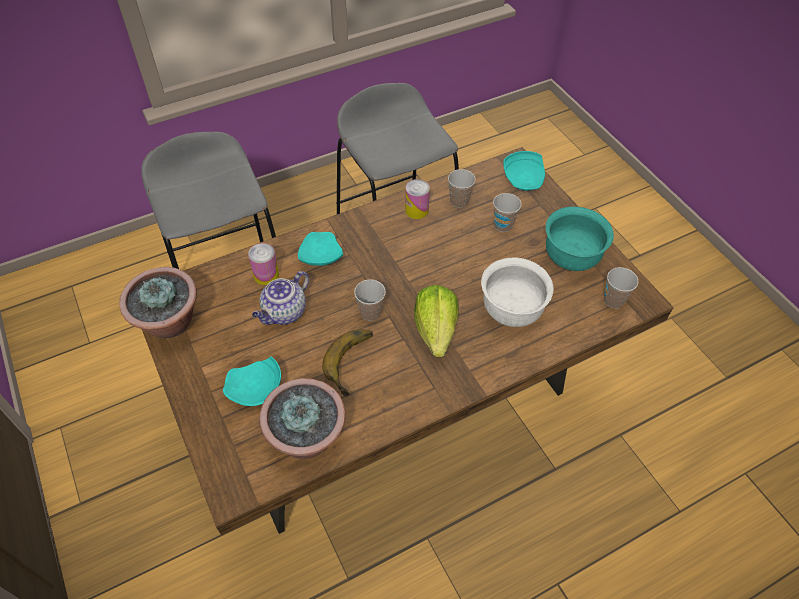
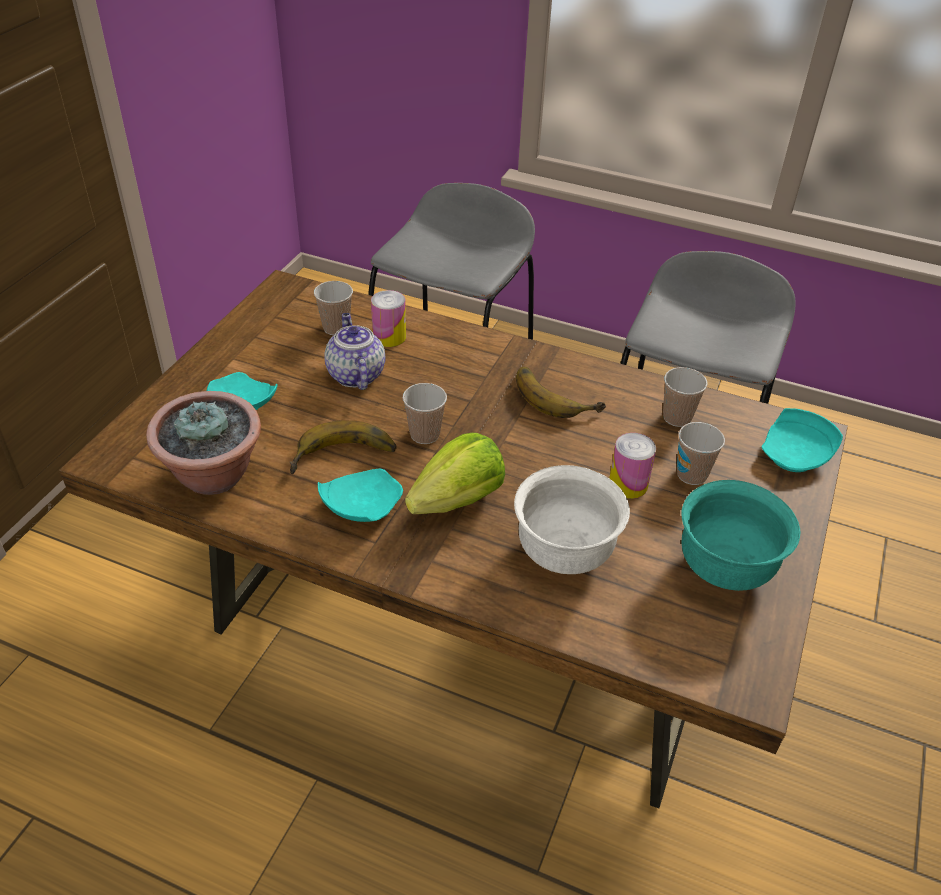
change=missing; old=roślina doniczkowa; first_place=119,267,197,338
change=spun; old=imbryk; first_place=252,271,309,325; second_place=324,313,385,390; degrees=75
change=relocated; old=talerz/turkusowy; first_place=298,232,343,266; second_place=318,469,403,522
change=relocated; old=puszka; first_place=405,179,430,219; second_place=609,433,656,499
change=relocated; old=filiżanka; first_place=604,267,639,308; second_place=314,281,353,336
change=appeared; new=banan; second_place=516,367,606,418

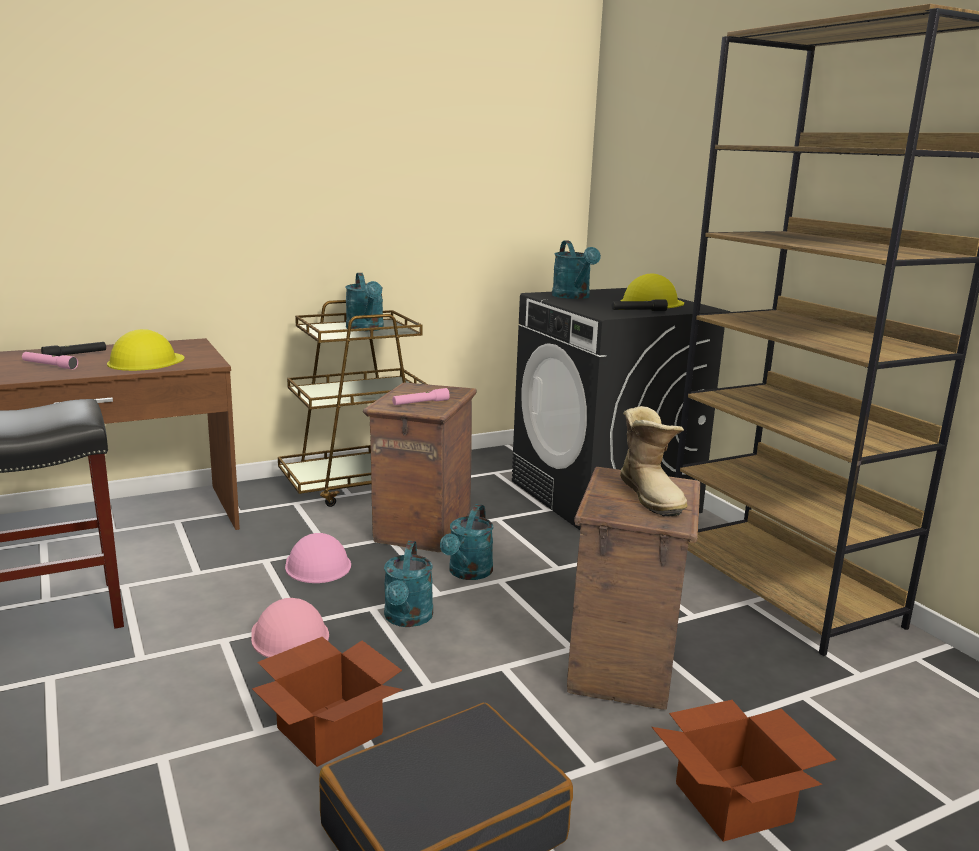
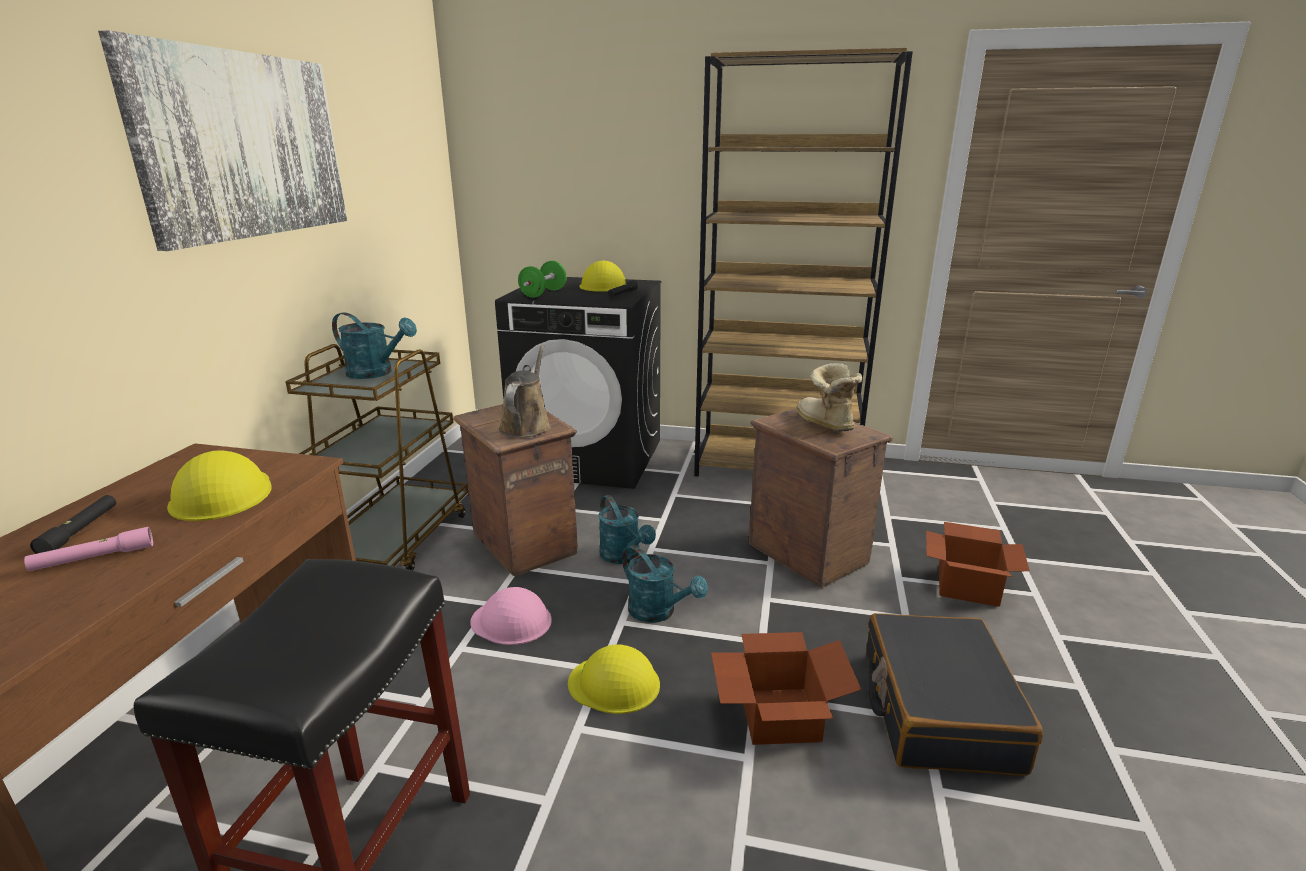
change=colour; old=kask/różowy; new=kask/żółty; first_place=251,598,329,658; second_place=568,644,660,714
change=exchanged; old=latarka/różowy; new=konewka/brązowy; first_place=392,388,450,405; second_place=499,345,551,438
change=exchanged; old=konewka/turkusowy; new=hantel/zielony; first_place=552,241,601,299; second_place=518,261,567,298
change=spun; old=but z cholewką; first_place=620,406,688,517; second_place=797,363,862,431; degrees=-135
change=appeared; new=obraz; second_place=98,30,347,251

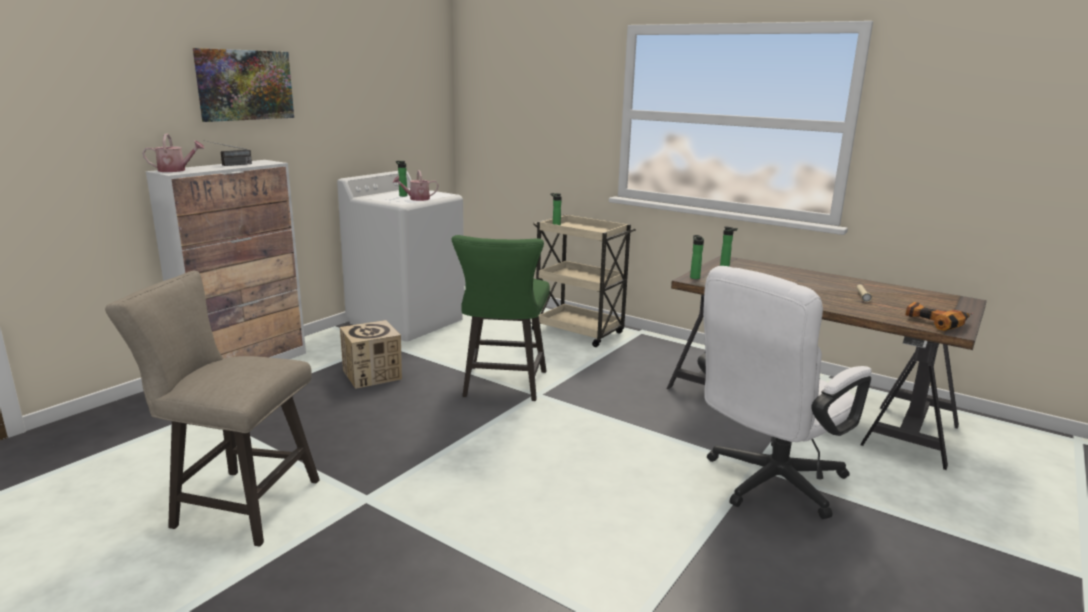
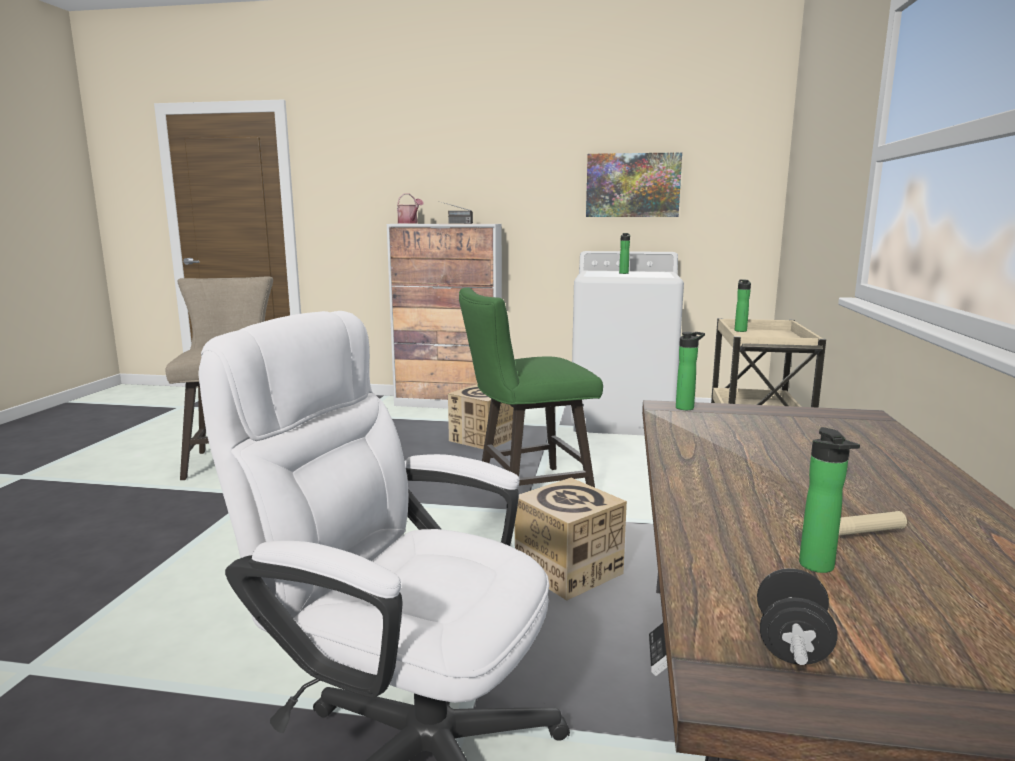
change=relocated; old=obraz; first_place=193,48,294,122; second_place=586,152,682,217
change=missing; old=konewka; first_place=393,170,439,201
change=relocated; old=butelka; first_place=720,227,738,267; second_place=799,427,860,573
change=exchanged; old=wiertarka; new=hantel/czarny; first_place=906,302,973,331; second_place=757,568,838,665
change=appeared; new=karton; second_place=514,478,627,601

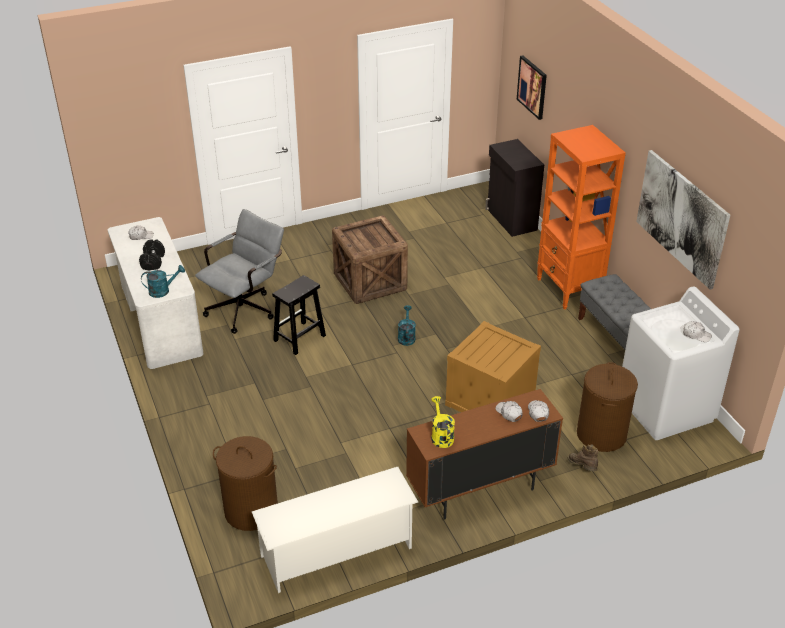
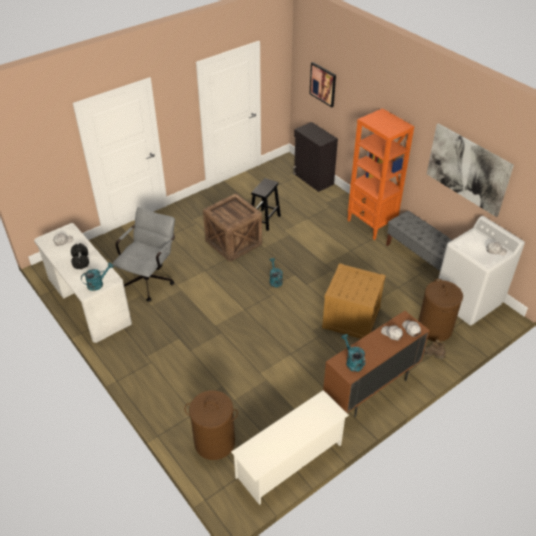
change=relocated; old=stołek/czarny; first_place=272,275,326,355; second_place=251,178,281,231
change=colour; old=konewka/żółty; new=konewka/turkusowy; first_place=431,396,455,448; second_place=341,334,365,372

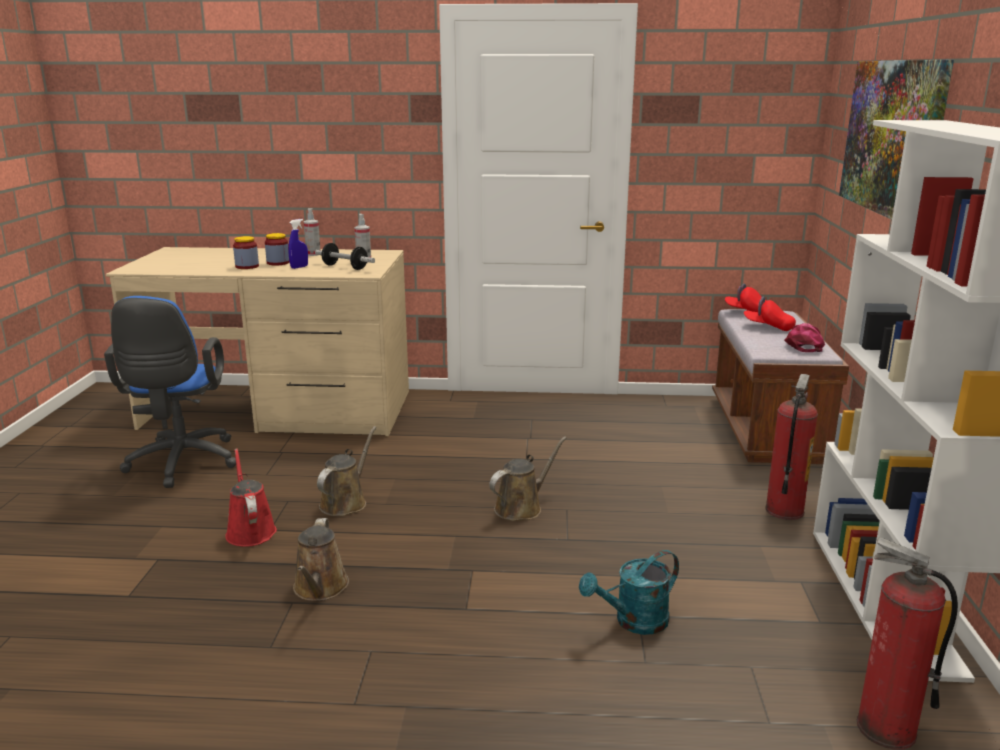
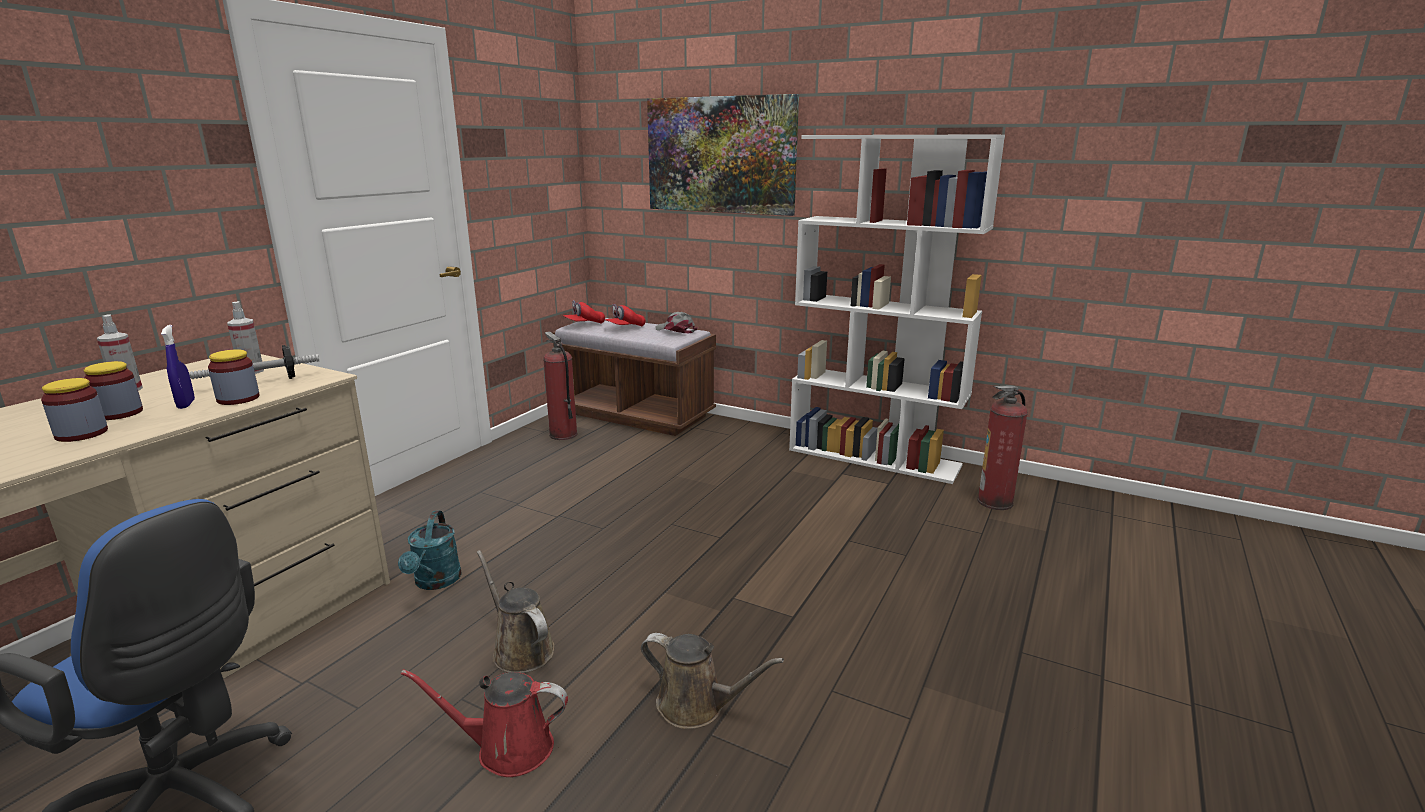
change=missing; old=konewka/brązowy; first_place=489,436,567,521
change=relocated; old=konewka/turkusowy; first_place=579,550,679,635; second_place=398,511,462,590
change=relocated; old=gaśnica; first_place=765,374,818,520; second_place=543,332,578,440
change=colour; old=czapka z daszkiem/różowy; new=czapka z daszkiem/szary; first_place=784,323,825,352; second_place=655,312,697,334
change=appeared; new=słoik; second_place=208,349,260,405

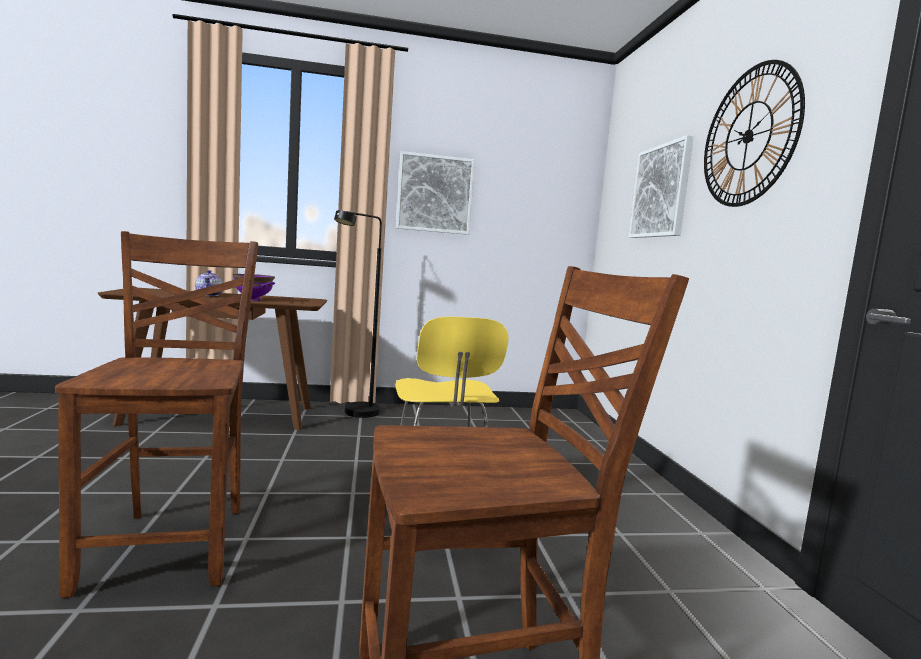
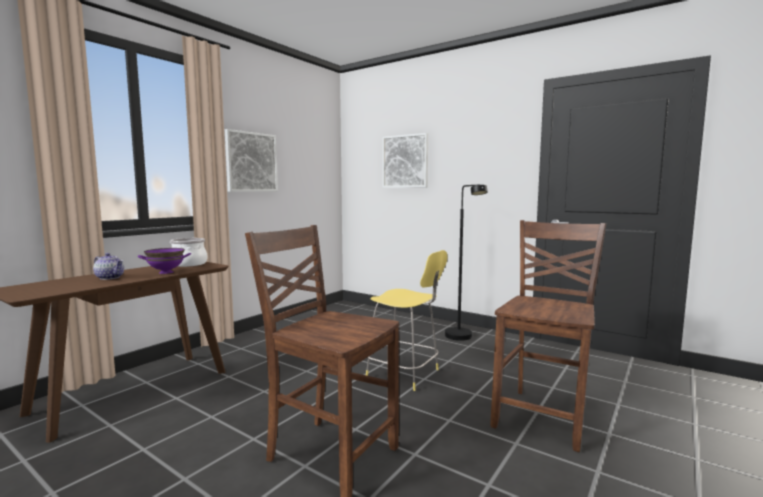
change=relocated; old=lampa stojąca/czarny; first_place=334,210,382,418; second_place=445,185,487,341
change=missing; old=zegar ścienny; first_place=704,60,805,207
change=appeared; new=garnek; second_place=170,238,208,267

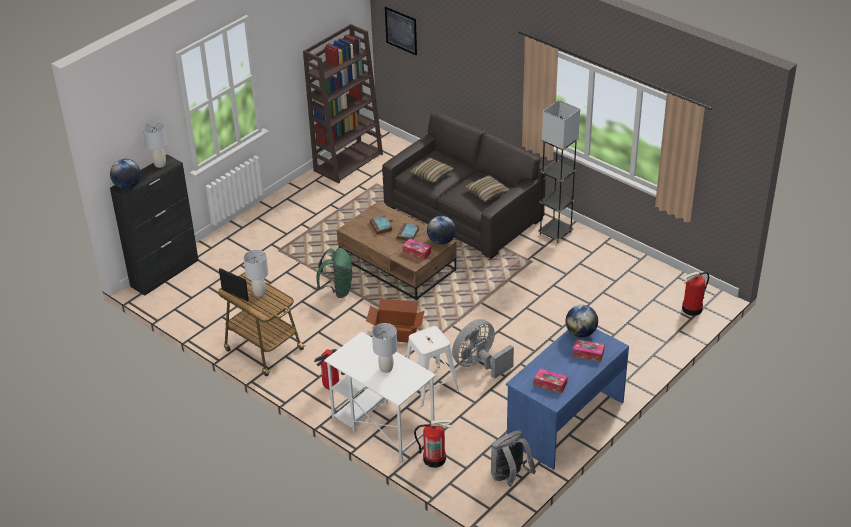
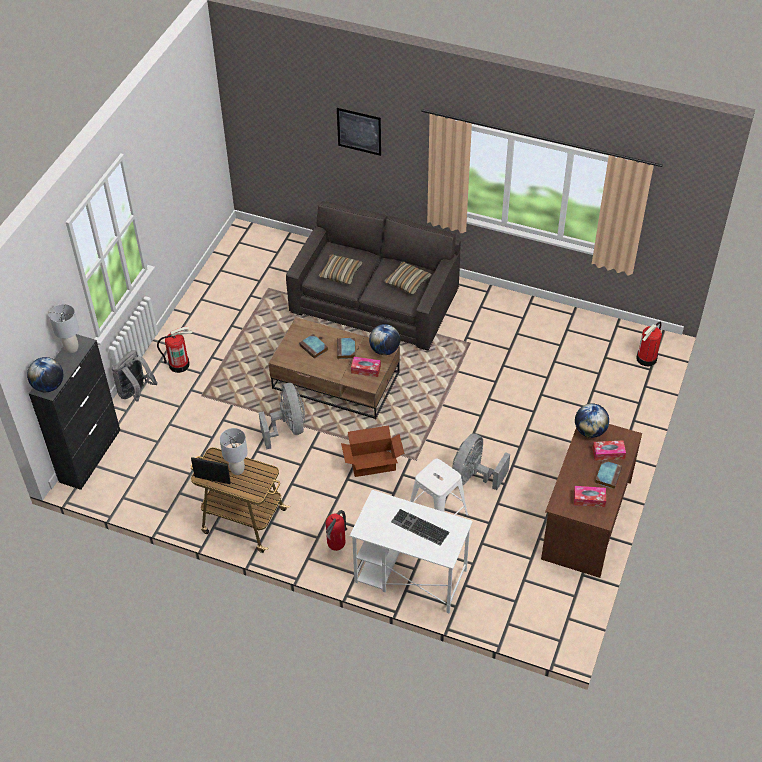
change=missing; old=regał/brązowy; first_place=303,24,383,184
change=exchanged; old=plecak/zielony; new=wentylator/szary; first_place=316,248,352,298; second_place=259,383,305,449
change=exchanged; old=lampa stołowa/szary; new=klawiatura; first_place=372,323,397,373; second_place=391,509,450,546
change=relocated; old=obraz; first_place=385,7,417,55; second_place=337,108,381,156
change=relocated; old=gaśnica; first_place=414,419,454,468; second_place=157,326,192,373
change=relocated; old=plecak/szary; first_place=491,430,536,487; second_place=112,350,158,402
change=colour; old=biurko/niebieski; new=biurko/brązowy; first_place=506,329,629,470; second_place=541,424,642,578
change=missing; old=lampa stojąca/szary; first_place=538,100,580,243
change=appeared; new=książka; second_place=595,460,622,489

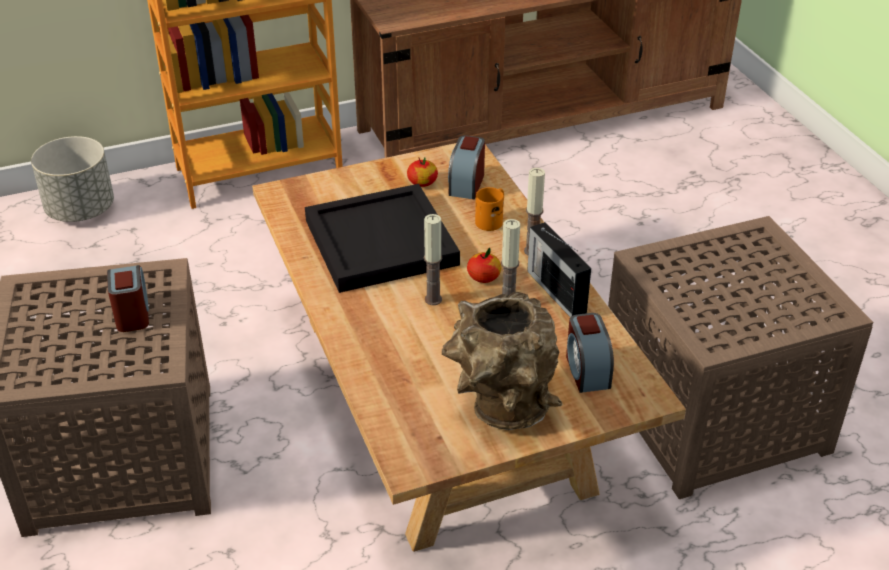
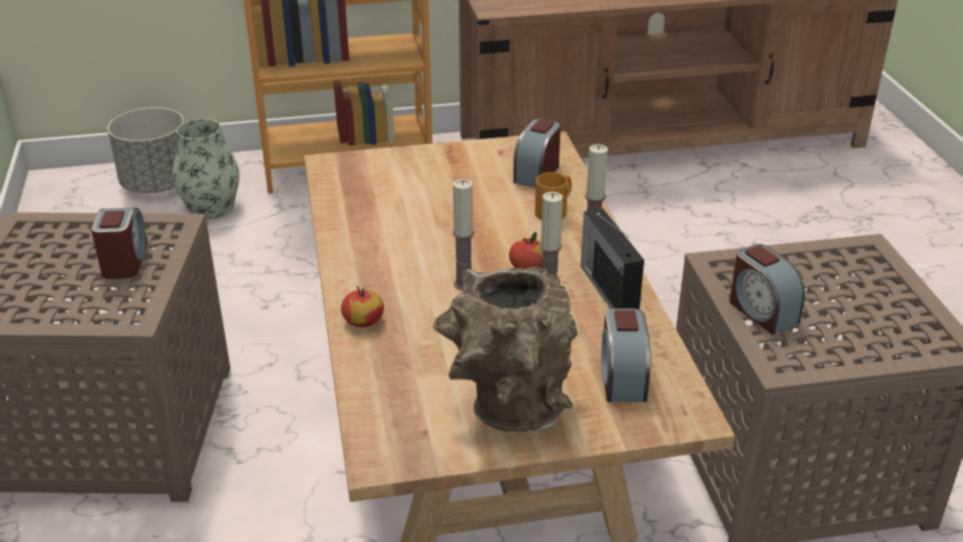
change=missing; old=taca/czarny; first_place=305,184,460,293
change=relocated; old=jabłko; first_place=407,158,438,187; second_place=341,286,384,327
change=appeared; new=wazon; second_place=172,119,240,219
change=appeared; new=budzik; second_place=730,244,805,335

